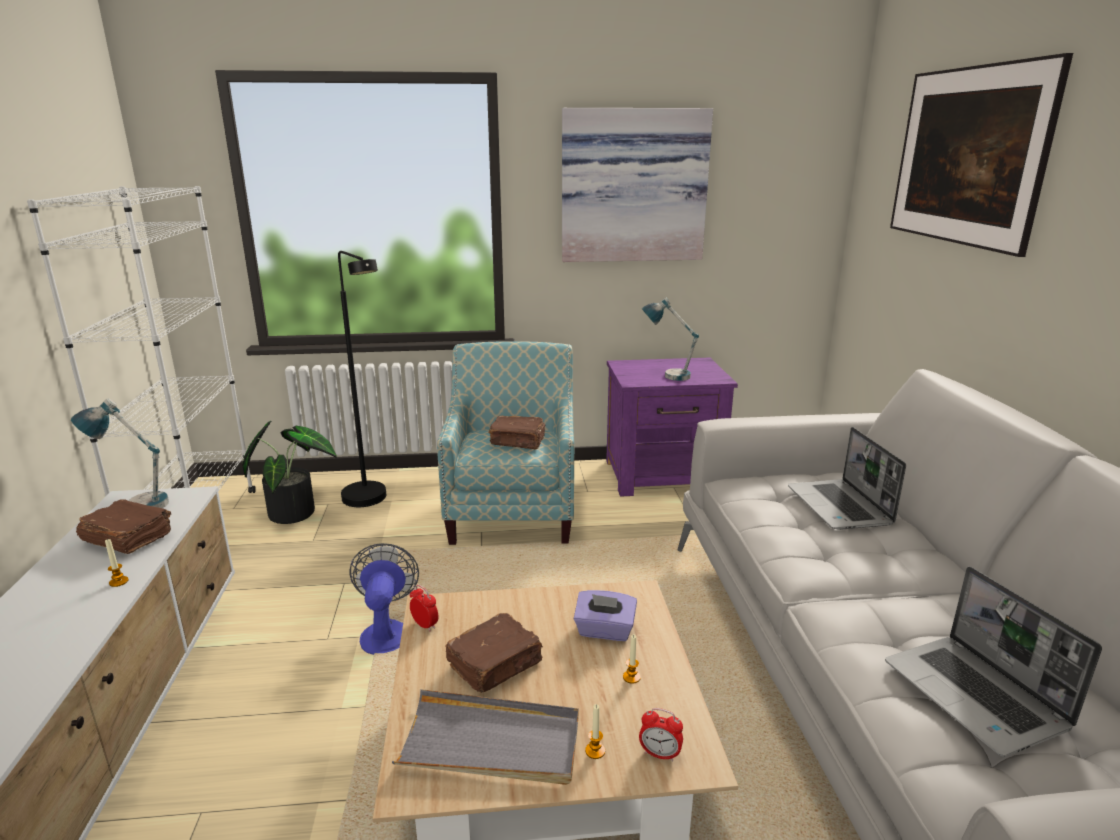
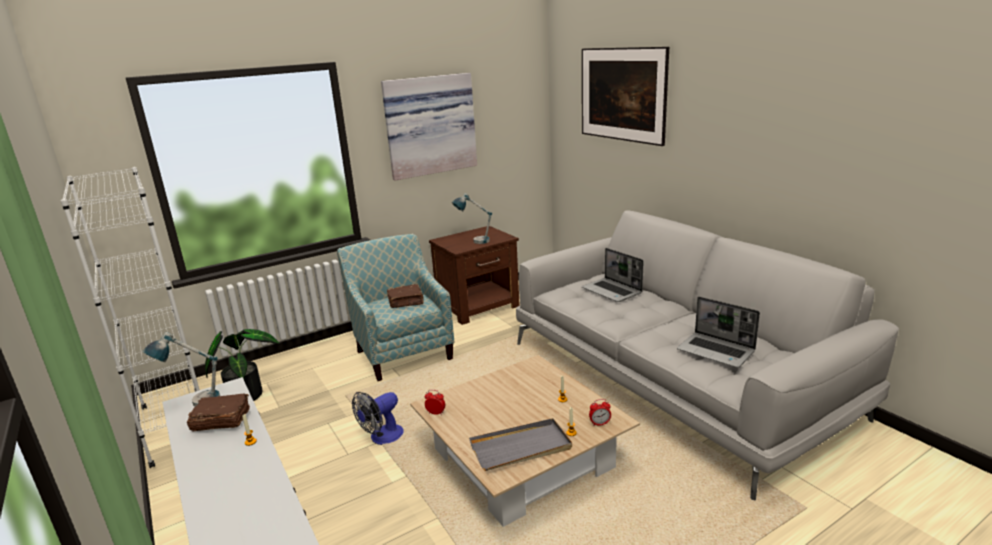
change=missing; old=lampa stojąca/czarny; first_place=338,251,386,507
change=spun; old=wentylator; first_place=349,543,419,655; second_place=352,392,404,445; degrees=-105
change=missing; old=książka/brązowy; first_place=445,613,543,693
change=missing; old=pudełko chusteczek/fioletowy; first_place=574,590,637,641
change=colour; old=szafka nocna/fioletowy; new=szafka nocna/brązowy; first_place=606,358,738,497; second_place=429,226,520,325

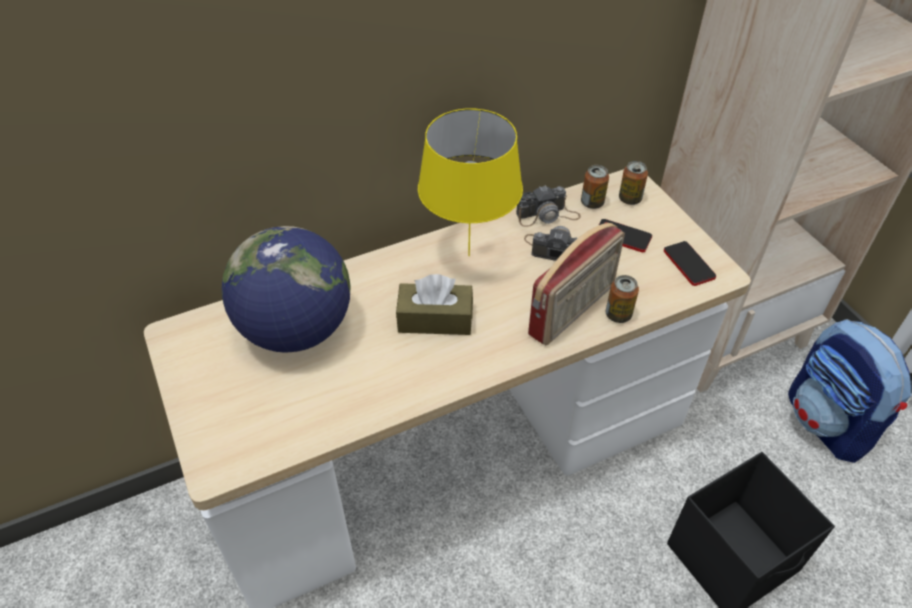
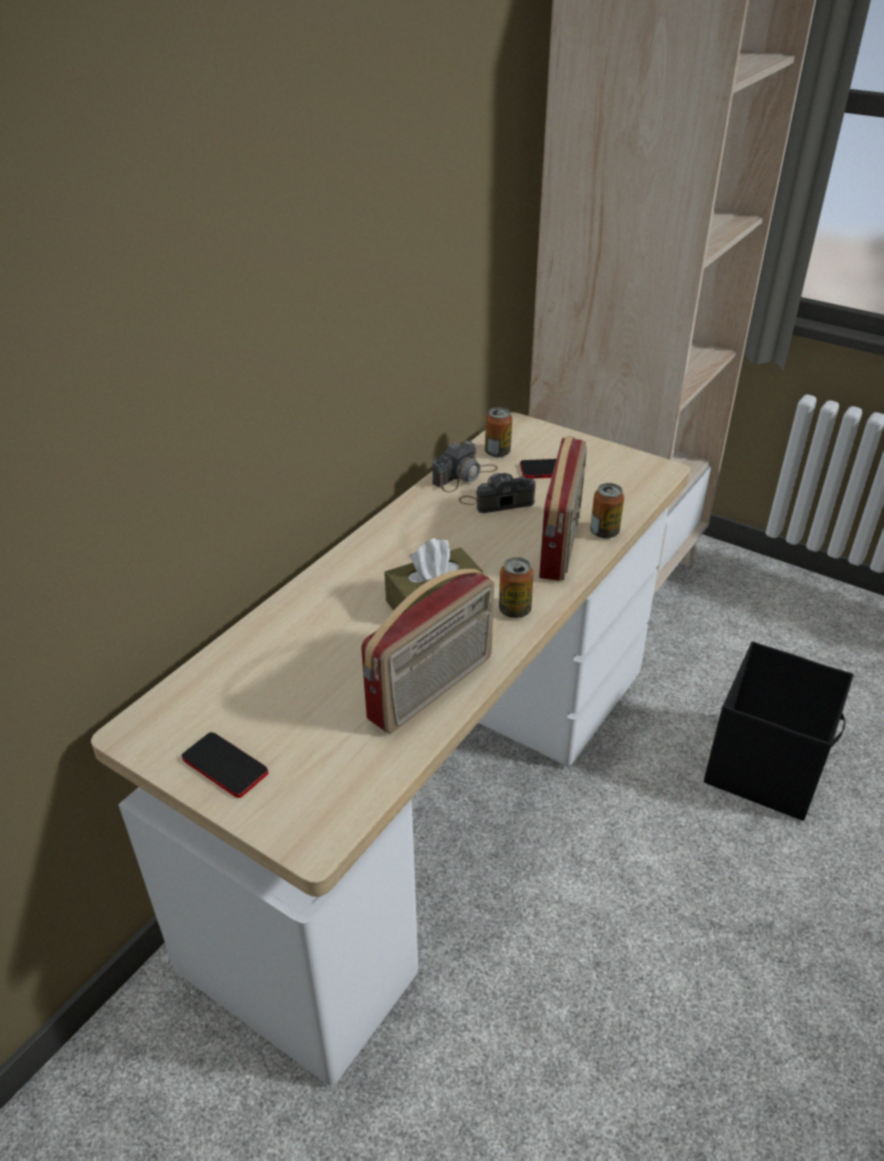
change=missing; old=globus; first_place=222,226,351,353
change=missing; old=lampa stołowa/żółty; first_place=418,108,523,256
change=relocated; old=puszka; first_place=619,161,648,205; second_place=499,557,534,618
change=relocated; old=telefon; first_place=664,241,716,286; second_place=182,732,268,798
change=missing; old=plecak; first_place=788,319,911,463
change=appeared; new=radio; second_place=361,568,494,733

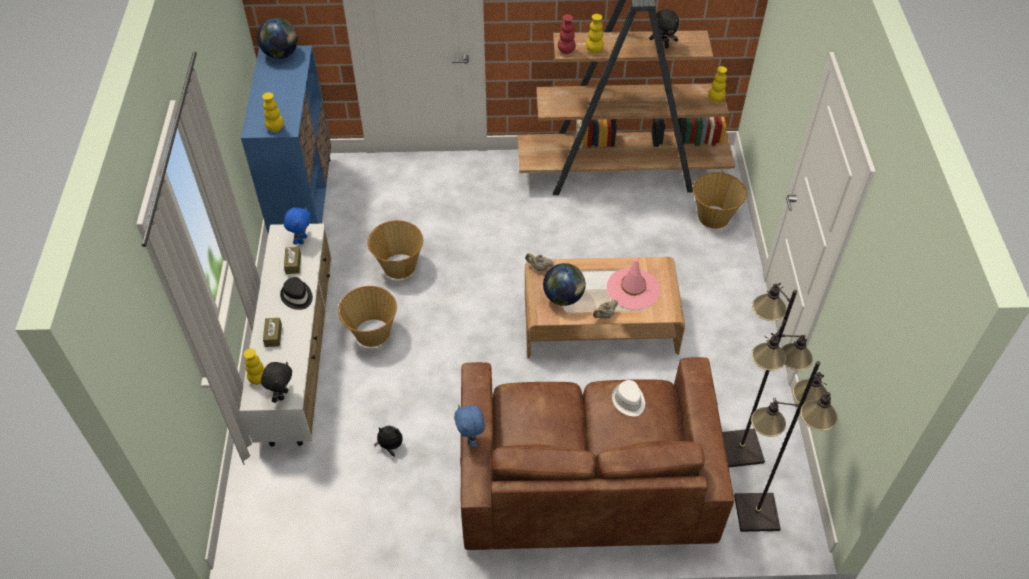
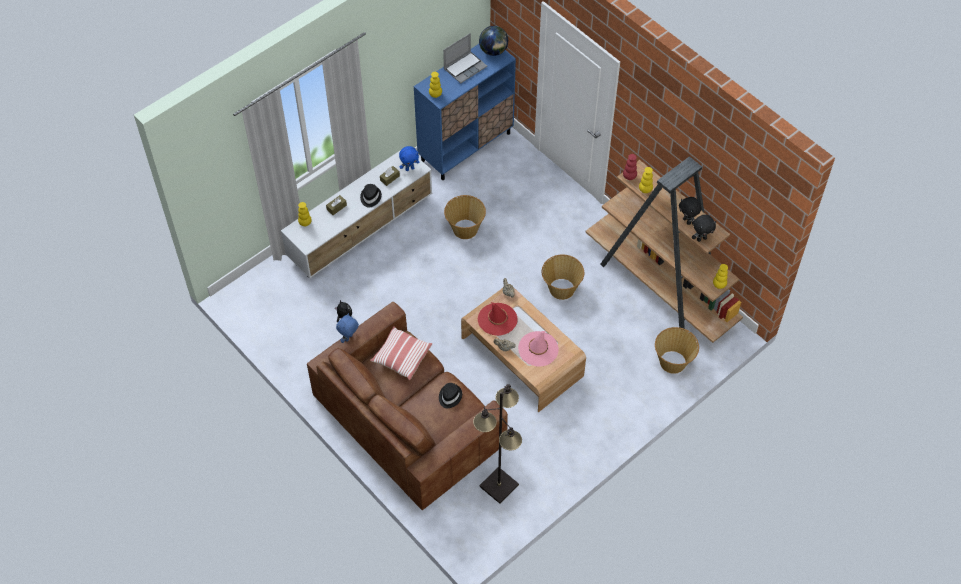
change=relocated; old=pluszak/czarny; first_place=261,362,292,403; second_place=692,215,717,242
change=relocated; old=koszyk; first_place=338,286,397,347; second_place=542,255,584,300
change=exchanged; old=globus; new=kapelusz/czerwony; first_place=543,263,586,306; second_place=478,302,518,336
change=colour; old=kapelusz/biały; new=kapelusz/czarny; first_place=612,380,645,416; second_place=439,383,462,408
change=missing; old=lampa stojąca/czarny; first_place=734,361,838,532
change=appeared; new=poduszka; second_place=370,326,432,380
change=appeared; new=laptop; second_place=443,33,487,83

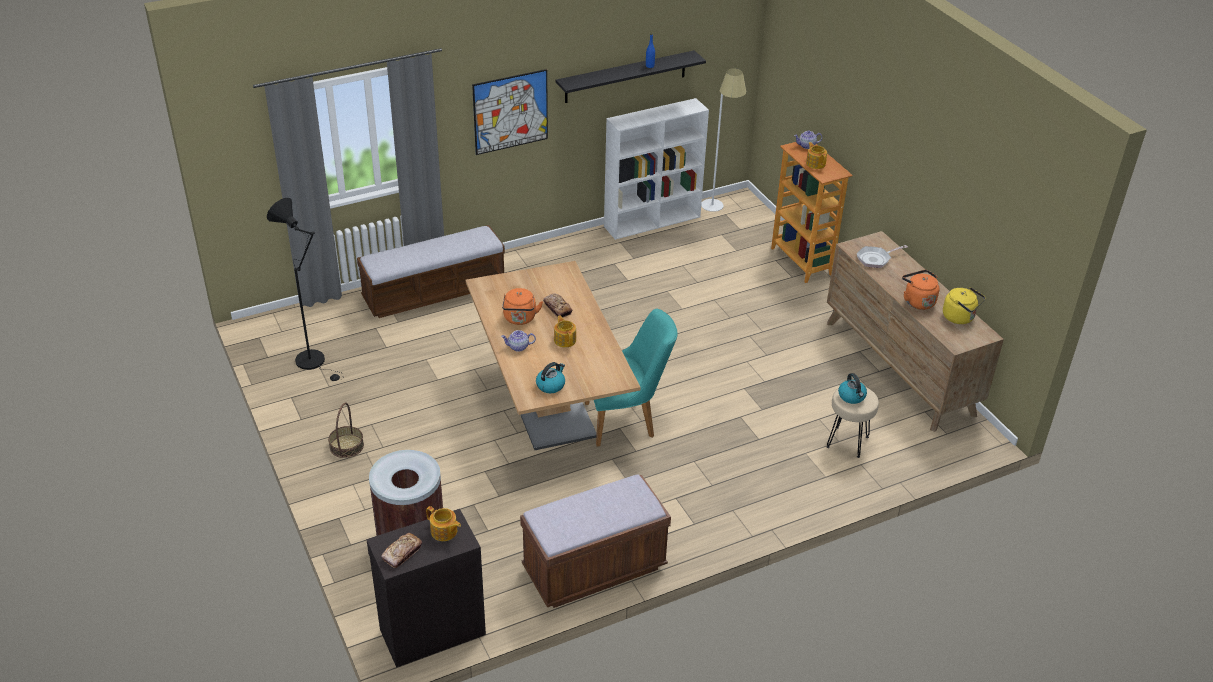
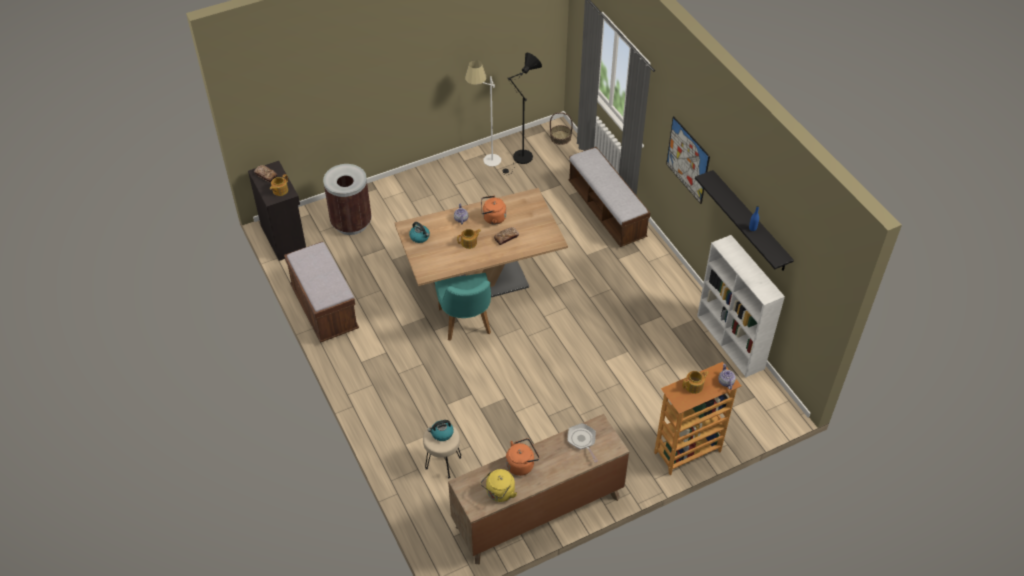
change=relocated; old=koszyk; first_place=328,402,364,458; second_place=550,112,573,145
change=relocated; old=lampa stojąca/biały; first_place=701,68,746,212; second_place=465,60,501,167

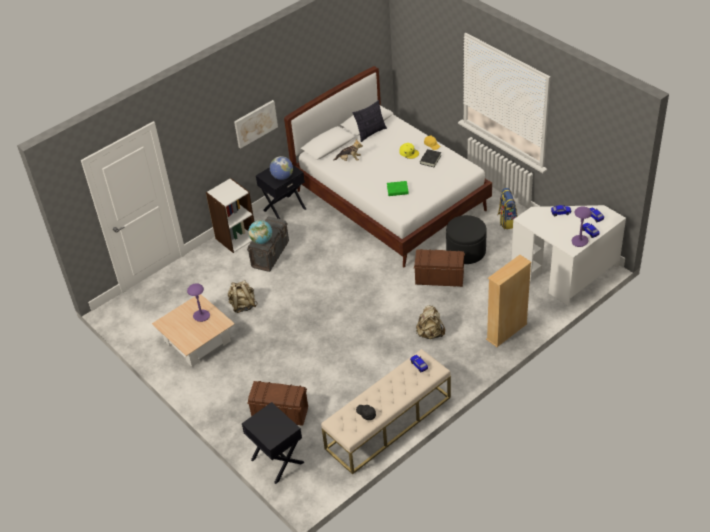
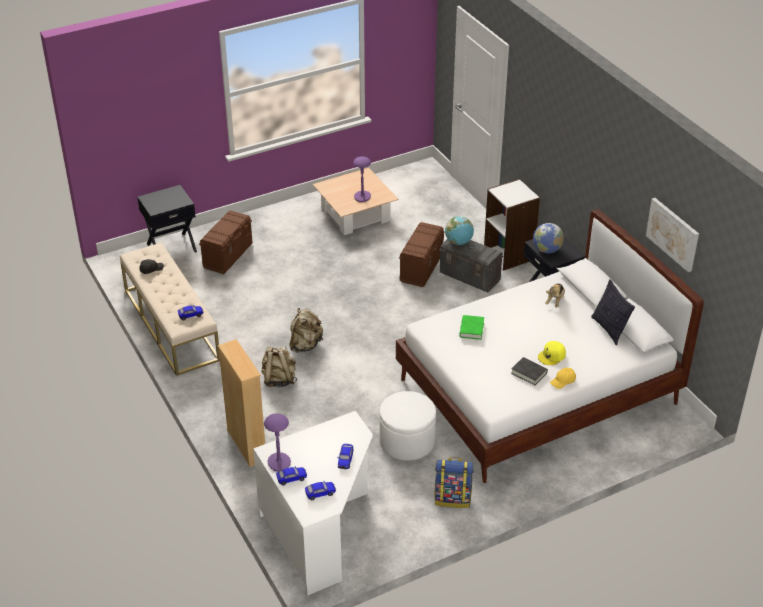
change=relocated; old=plecak/beżowy; first_place=228,280,258,313; second_place=289,308,323,353
change=relocated; old=obraz; first_place=234,100,278,149; second_place=646,198,699,272
change=relocated; old=pojemnik do przechowywania/brązowy; first_place=414,249,465,287; second_place=399,222,445,287
change=colour; old=pufa/czarny; new=pufa/biały; first_place=446,215,487,264; second_place=380,391,436,461

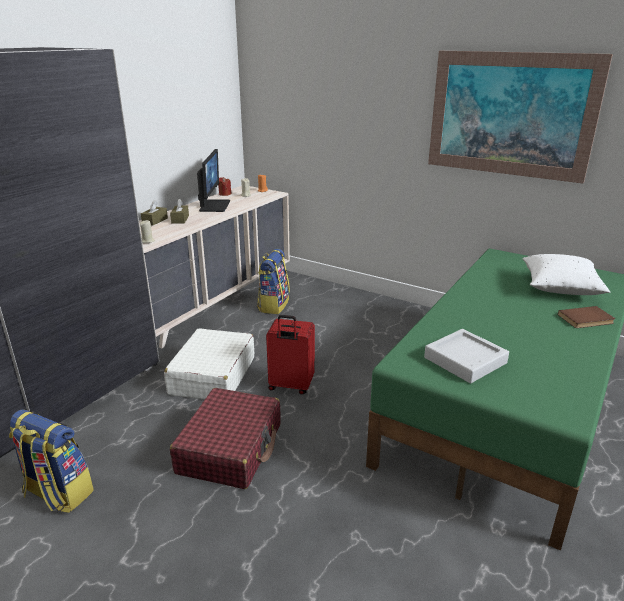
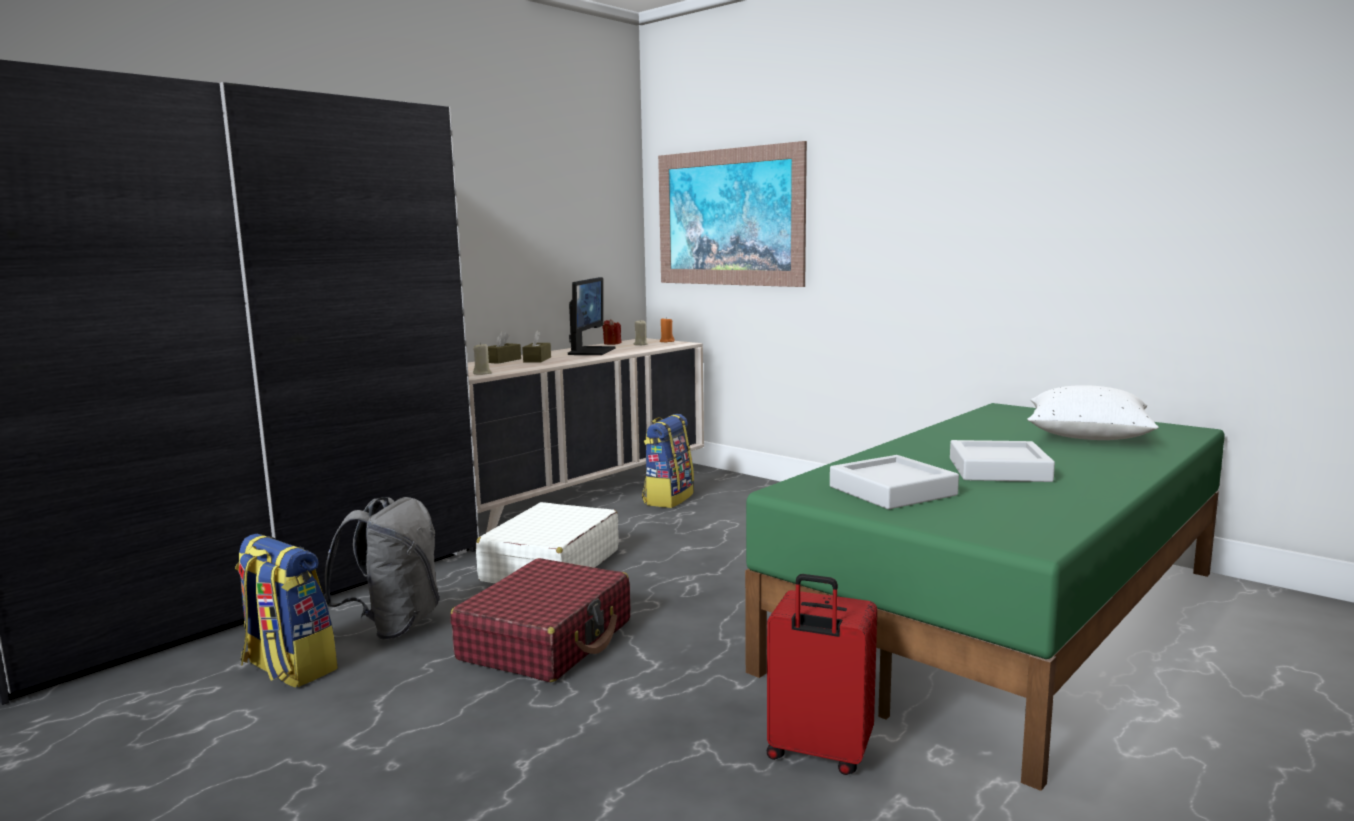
change=relocated; old=walizka/czerwony; first_place=266,315,315,395; second_place=767,574,877,775
change=relocated; old=obraz; first_place=428,51,613,184; second_place=658,141,807,287
change=missing; old=książka/brązowy; first_place=558,306,615,328
change=appeared; new=plecak/szary; second_place=324,497,440,640
change=appeared; new=taca/szary; second_place=950,440,1055,482

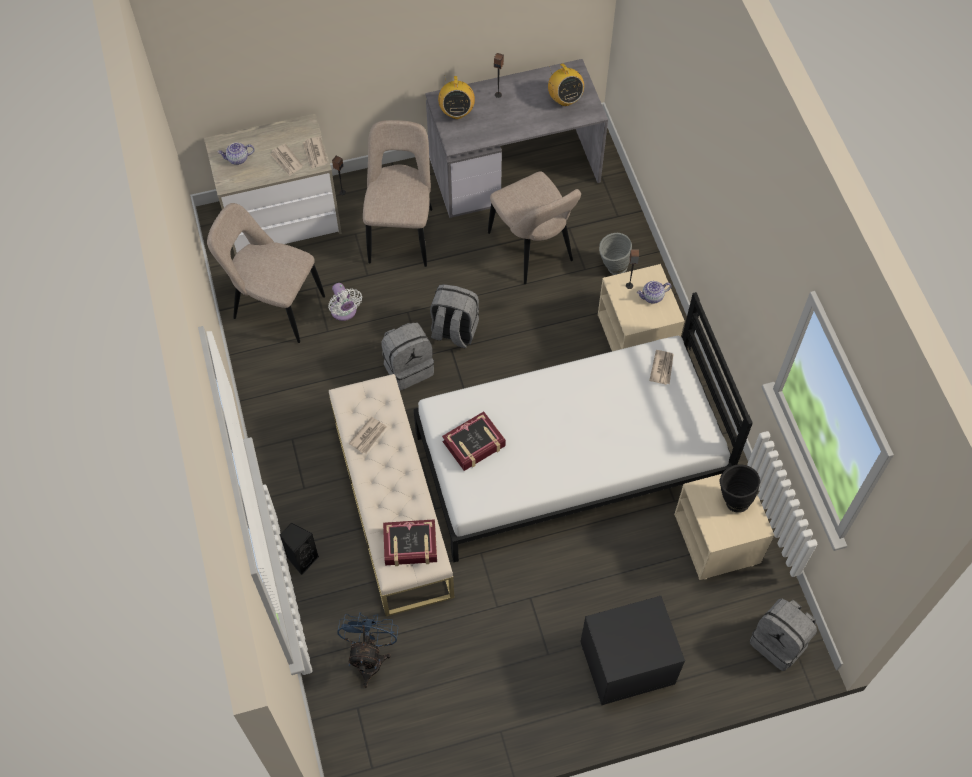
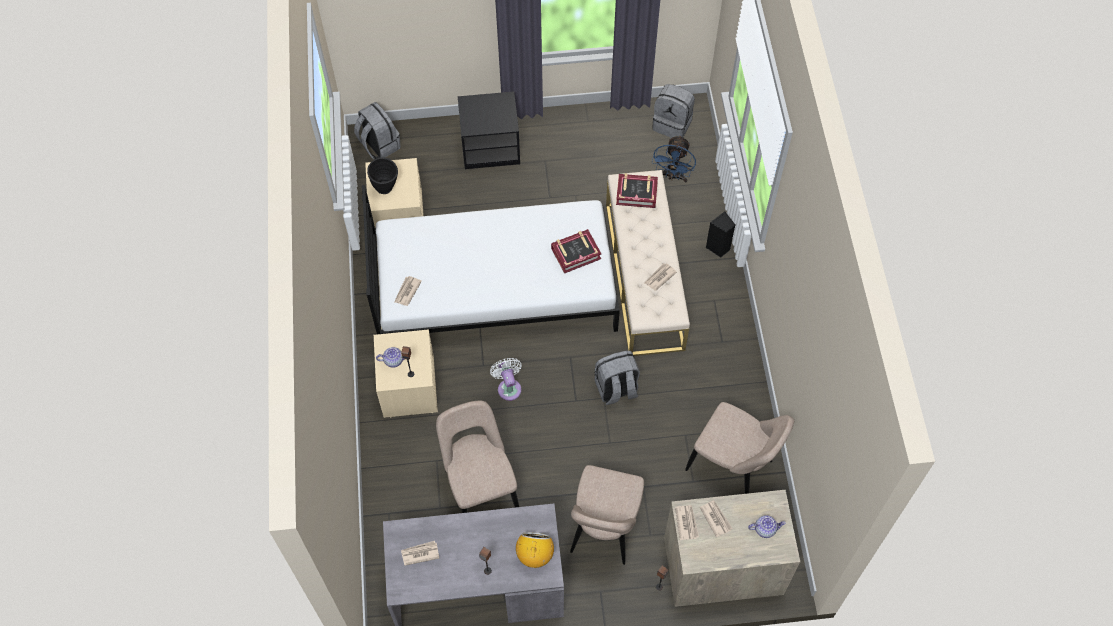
change=relocated; old=wentylator/biały; first_place=328,283,362,321; second_place=490,358,522,401
change=relocated; old=plecak/szary; first_place=430,284,479,348; second_place=652,84,695,138
change=exchanged; old=radio; new=gazeta; first_place=548,63,584,106; second_place=401,541,439,566
change=missing; old=wazon/szary; first_place=599,233,632,275

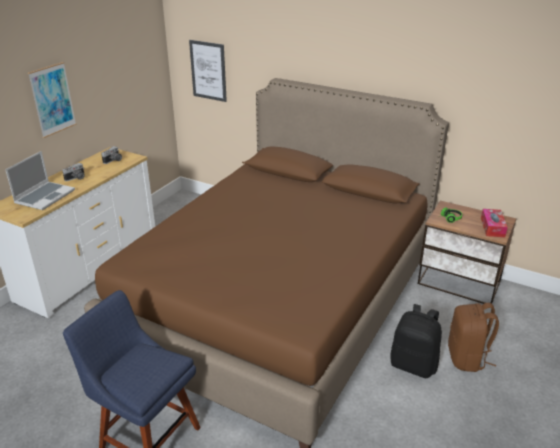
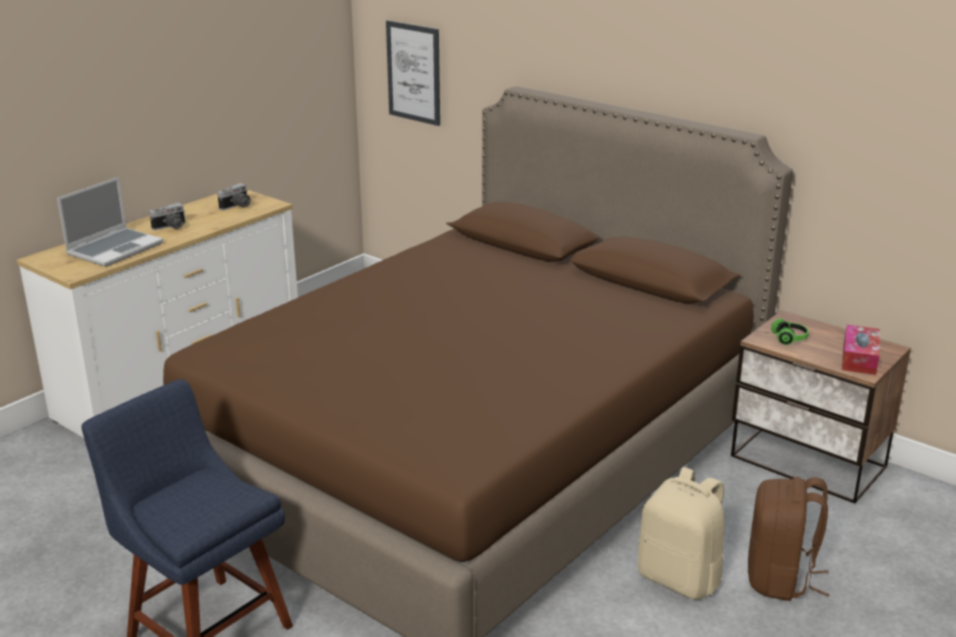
change=missing; old=obraz; first_place=28,62,76,138
change=colour; old=plecak/czarny; new=plecak/beżowy; first_place=390,304,442,378; second_place=638,467,724,600

